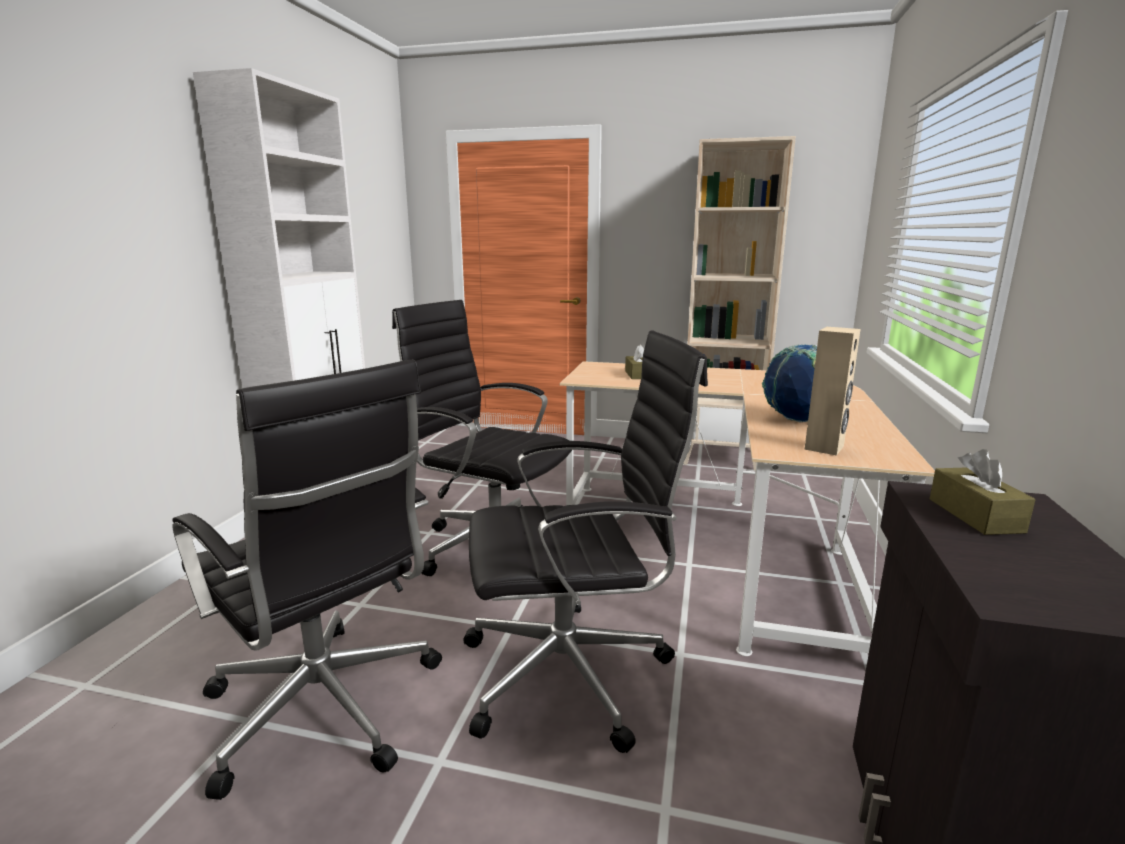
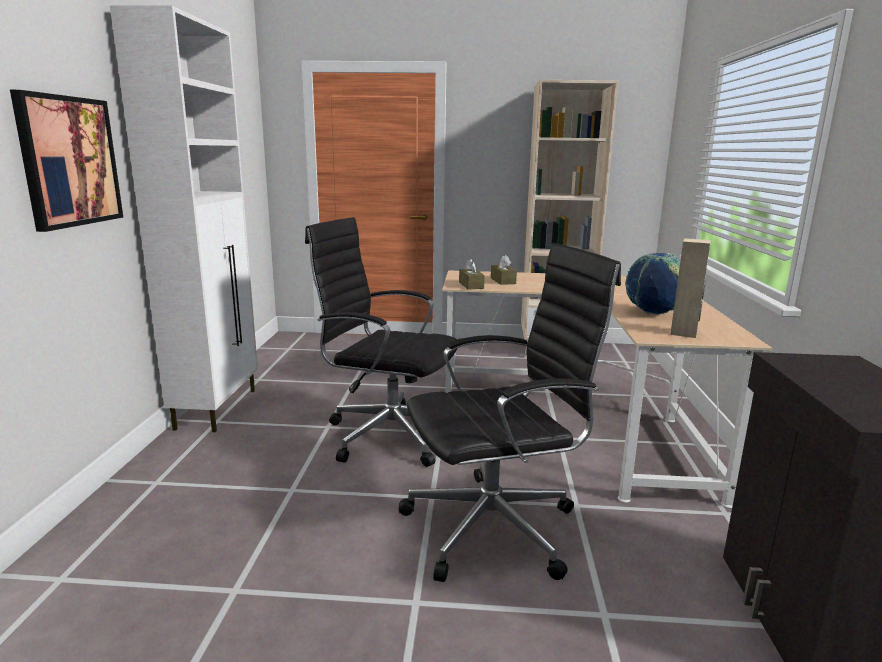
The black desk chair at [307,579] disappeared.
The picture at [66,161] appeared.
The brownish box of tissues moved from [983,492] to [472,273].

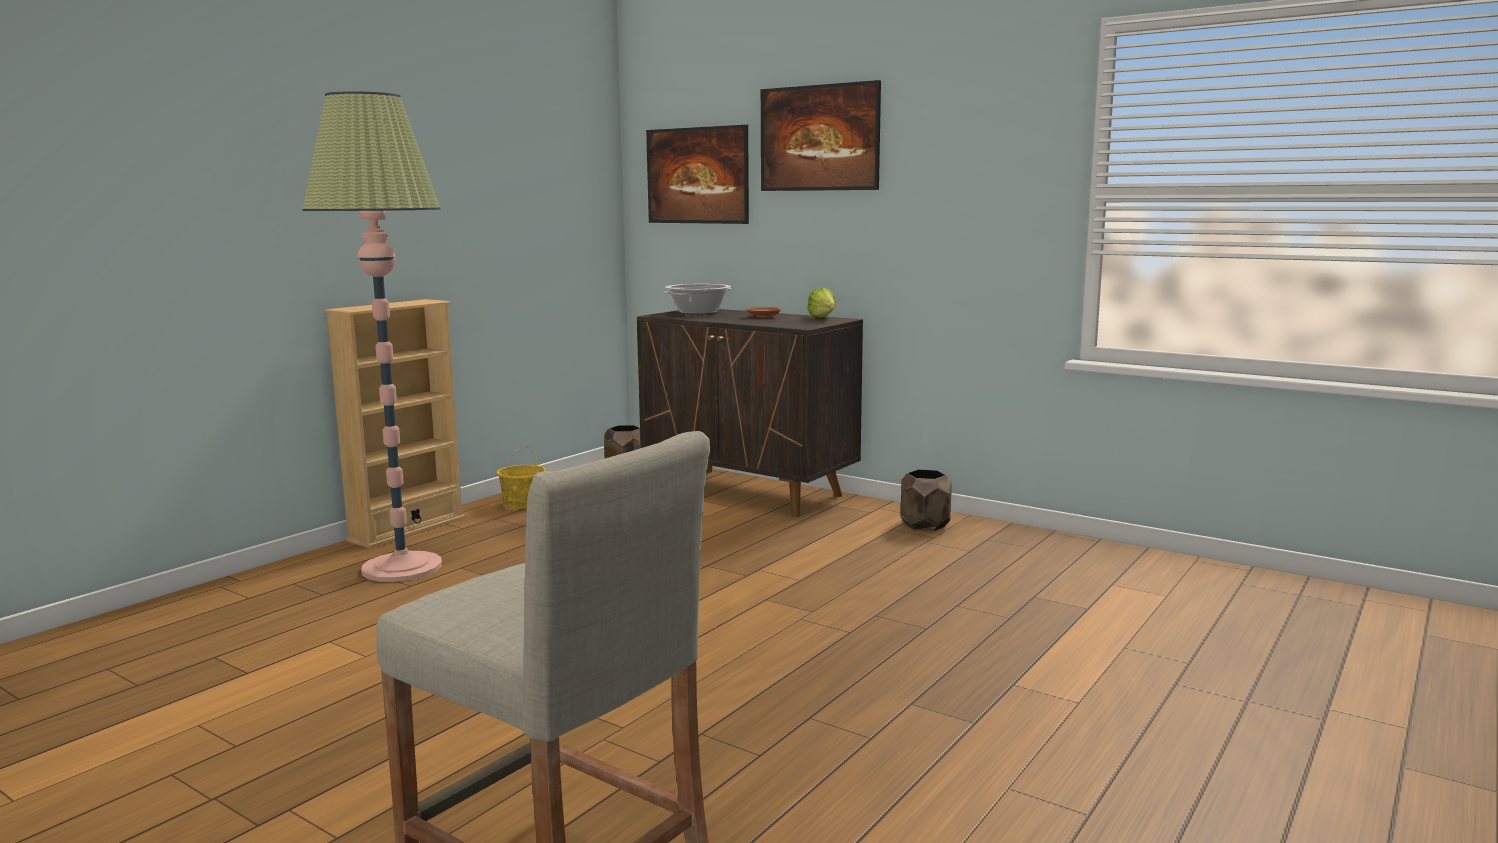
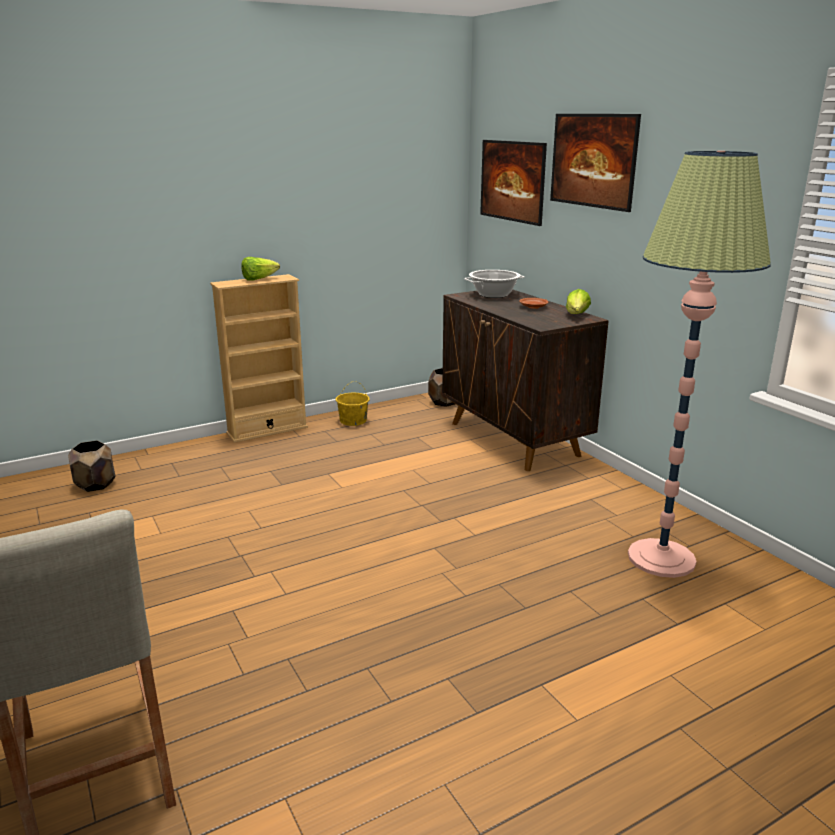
The lettuce head at [260,269] appeared.
The floor lamp moved from [372,336] to [699,364].
The brownish planter moved from [926,500] to [91,466].

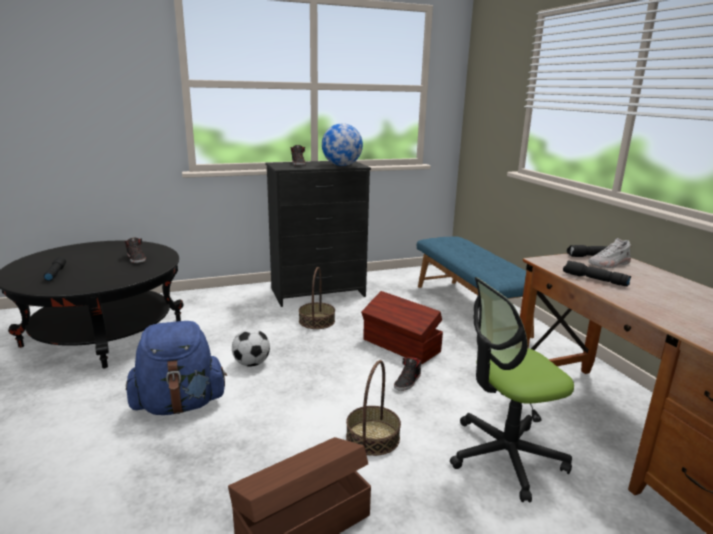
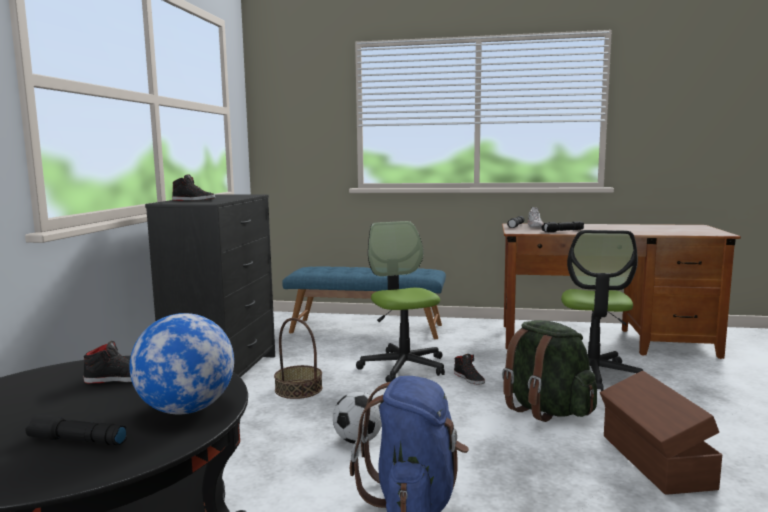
The desk globe moved from [342,144] to [181,363].
The household basket at [373,408] was replaced by the green-coloured backpack at [549,371].
The brownish storage bin at [402,327] was replaced by the desk chair at [400,301].

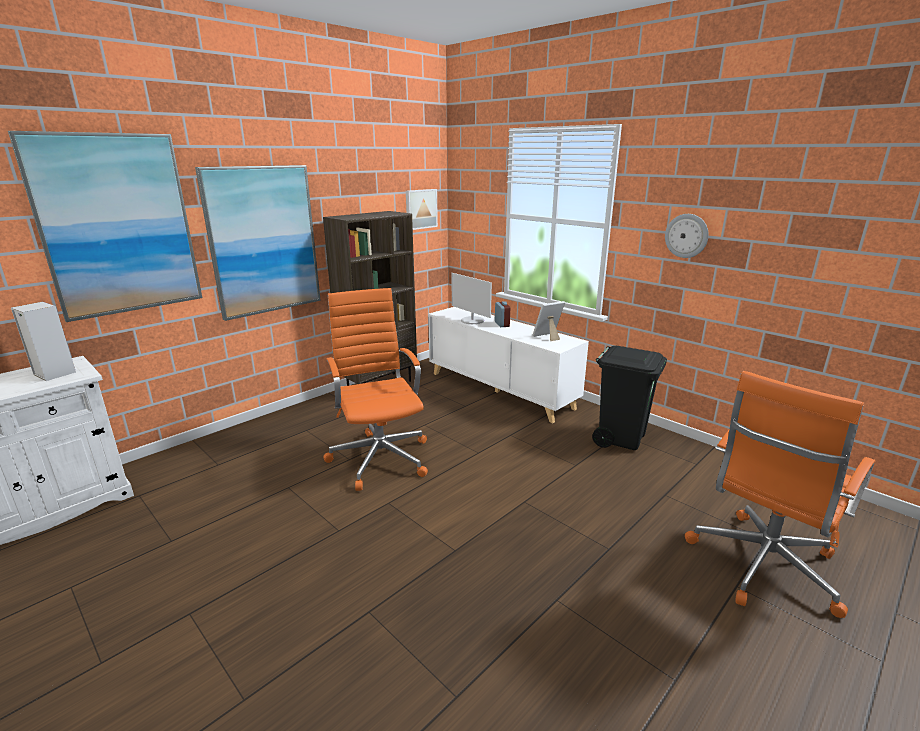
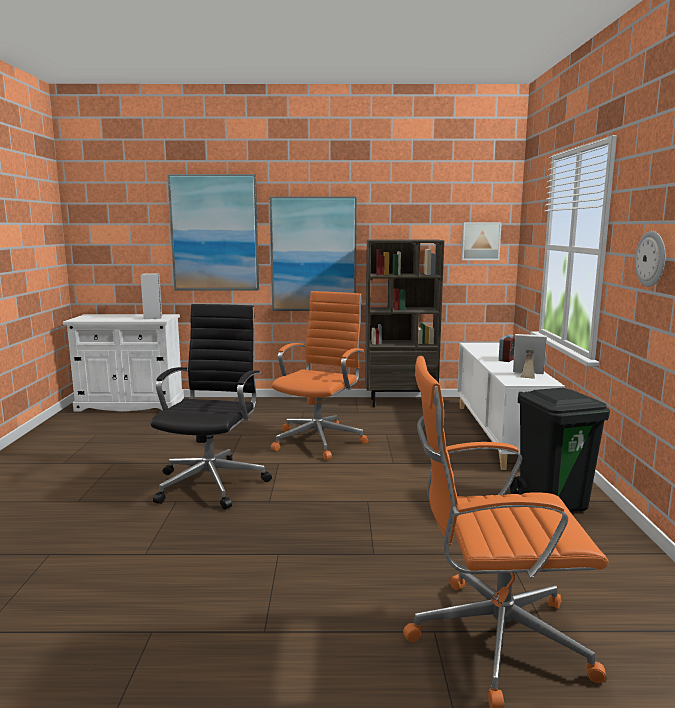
The monitor at [472,298] disappeared.
The black desk chair at [211,406] appeared.

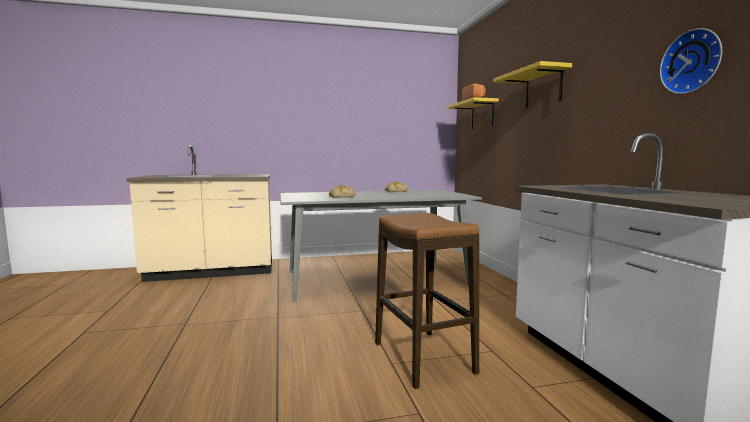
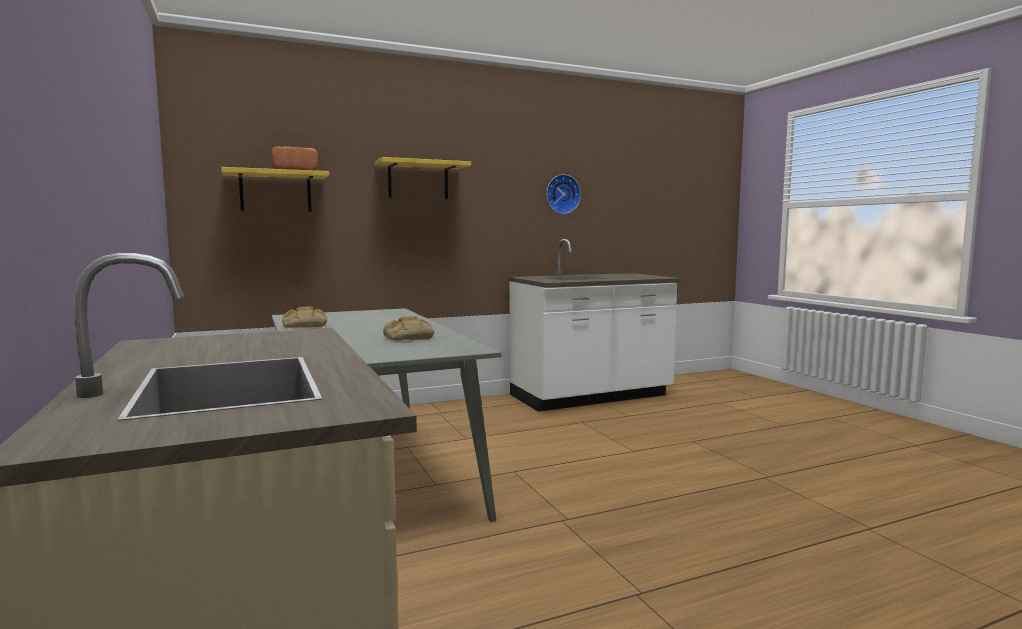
The stool at [427,301] disappeared.

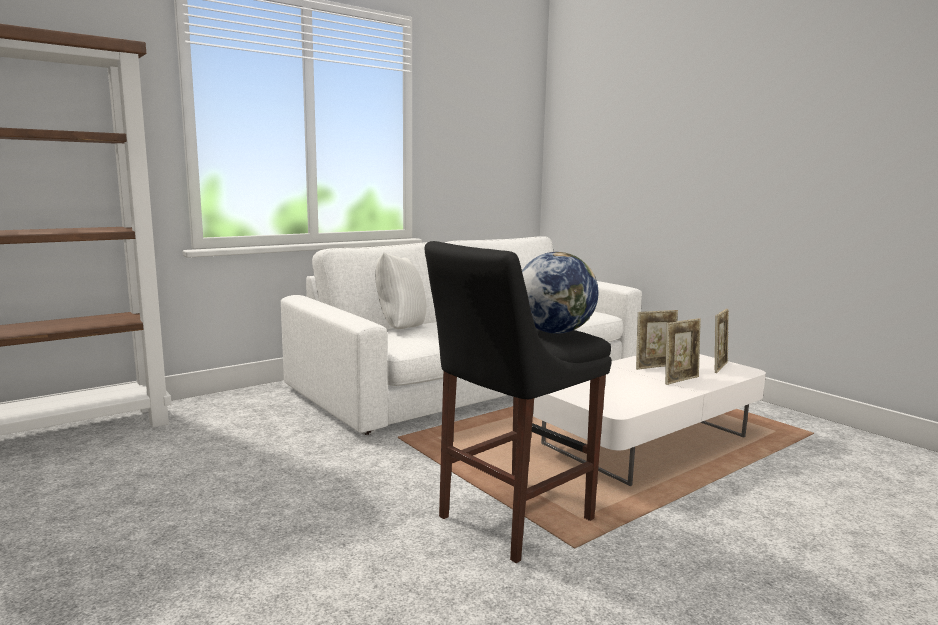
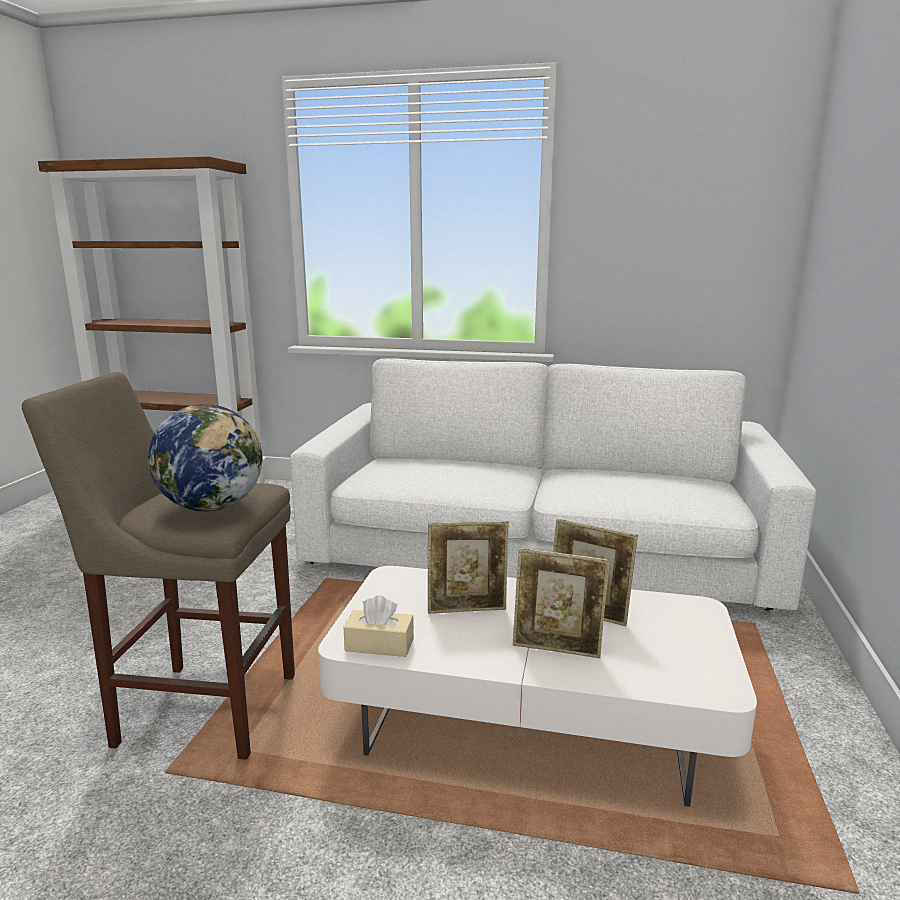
The white cushion at [401,290] disappeared.
The beige box of tissues at [378,626] appeared.
The photo frame moved from [722,341] to [468,567].
The black stool at [518,402] became the beige stool at [158,565].

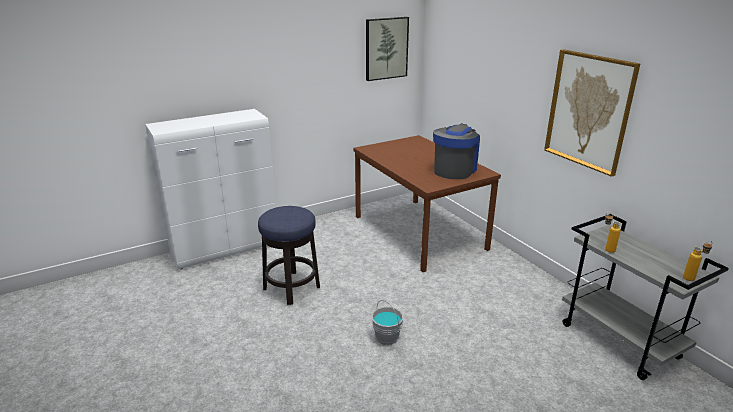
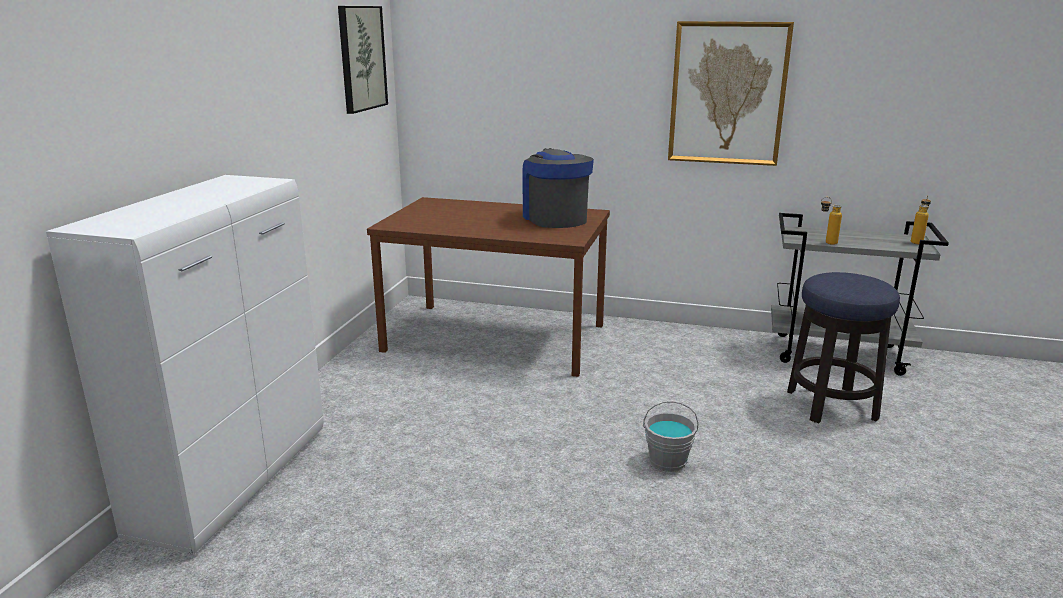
The stool moved from [289,255] to [843,347].

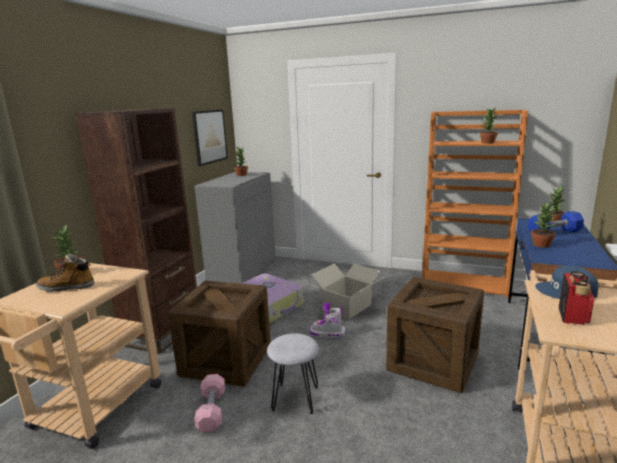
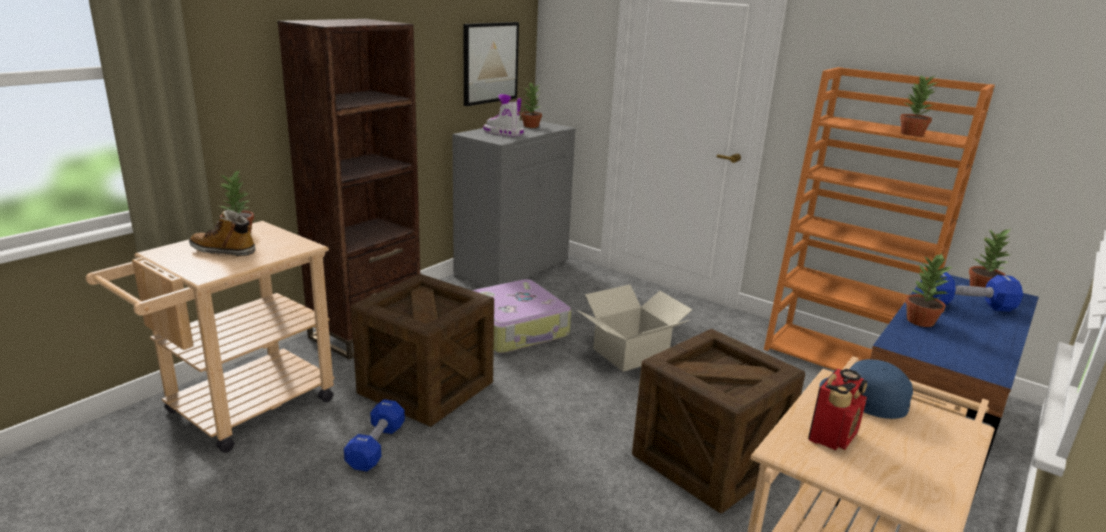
The gray stool at [293,373] disappeared.
The boot moved from [328,320] to [503,115].
The pinkish free weight at [209,403] became the blue free weight at [374,435].

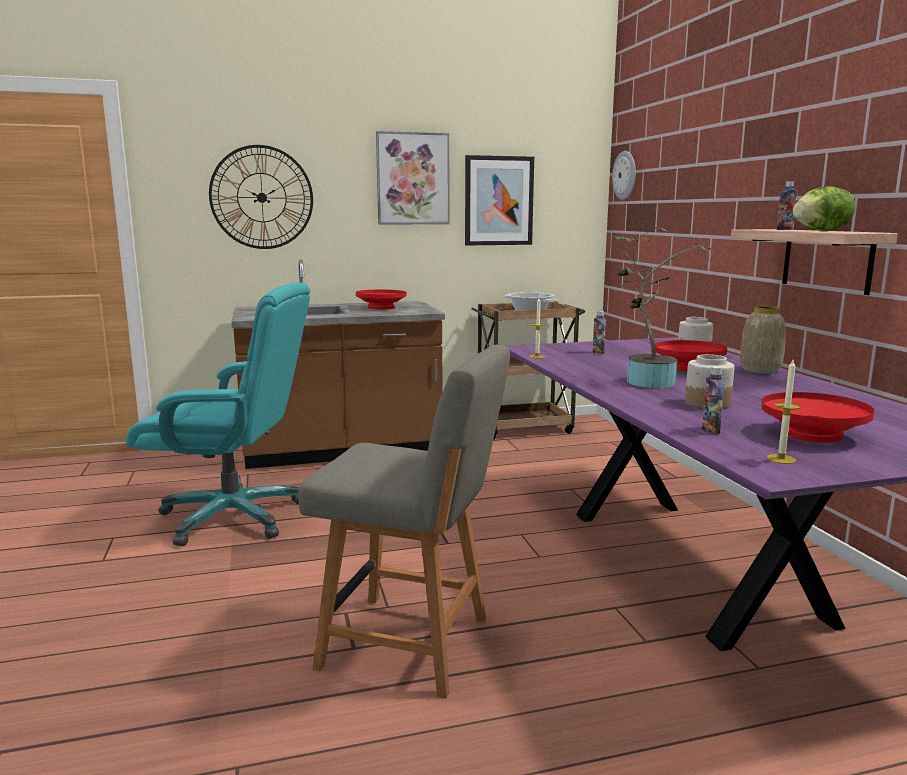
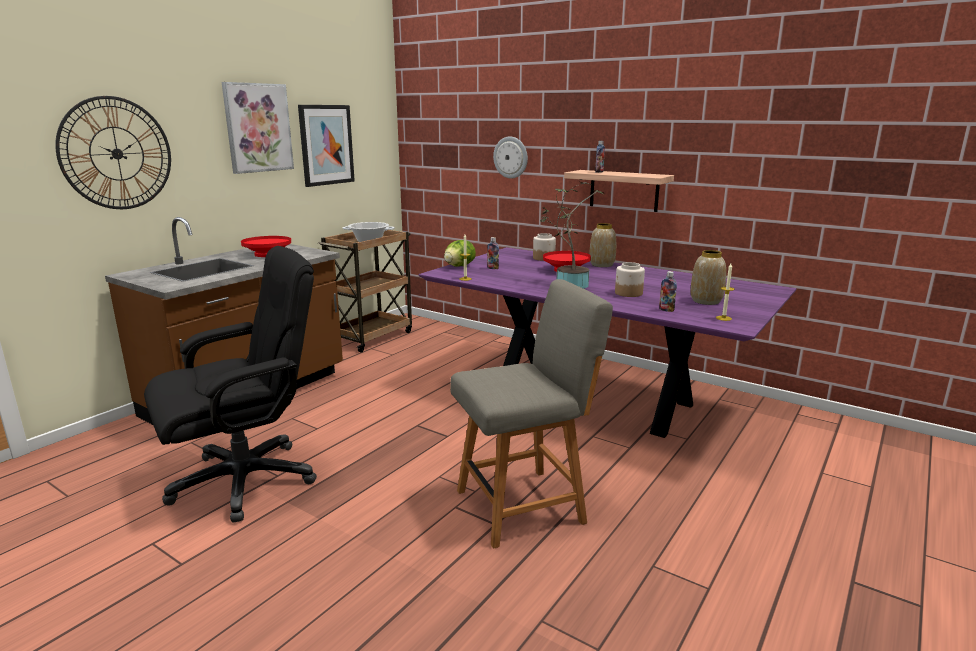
The wall clock moved from [624,175] to [510,157].
The lettuce head moved from [824,208] to [460,253].
The reddish deep dish at [818,417] was replaced by the decorative vase at [708,277].
The blue-green desk chair at [218,414] became the black desk chair at [230,384].

